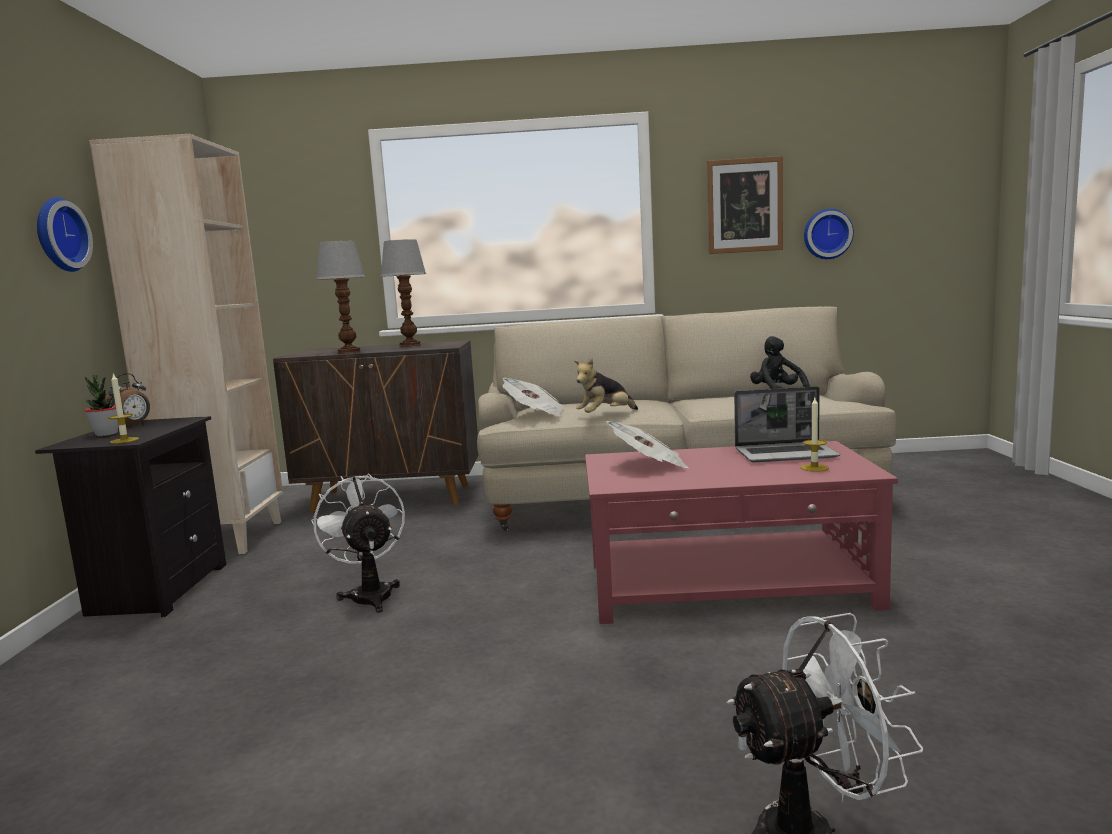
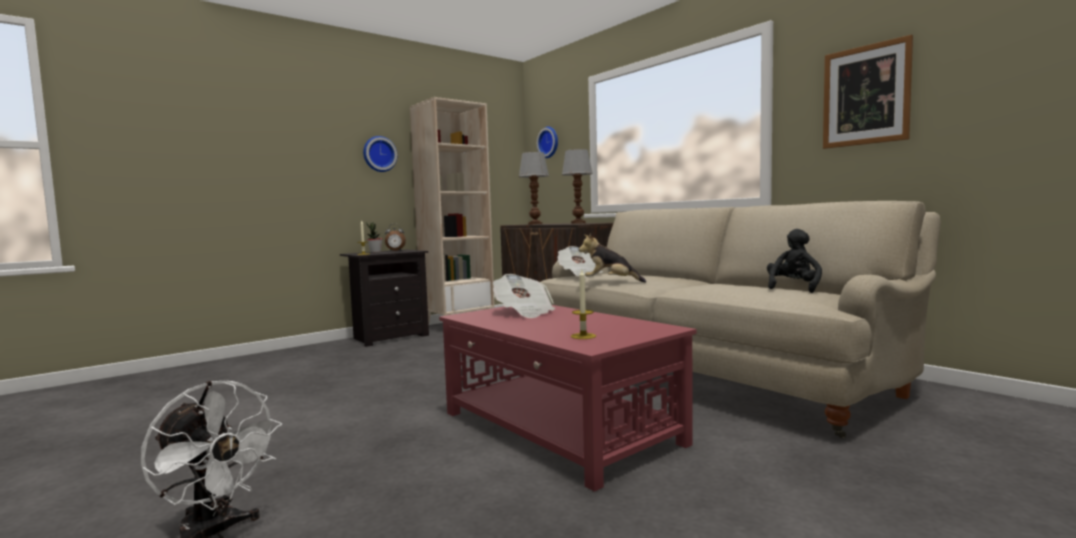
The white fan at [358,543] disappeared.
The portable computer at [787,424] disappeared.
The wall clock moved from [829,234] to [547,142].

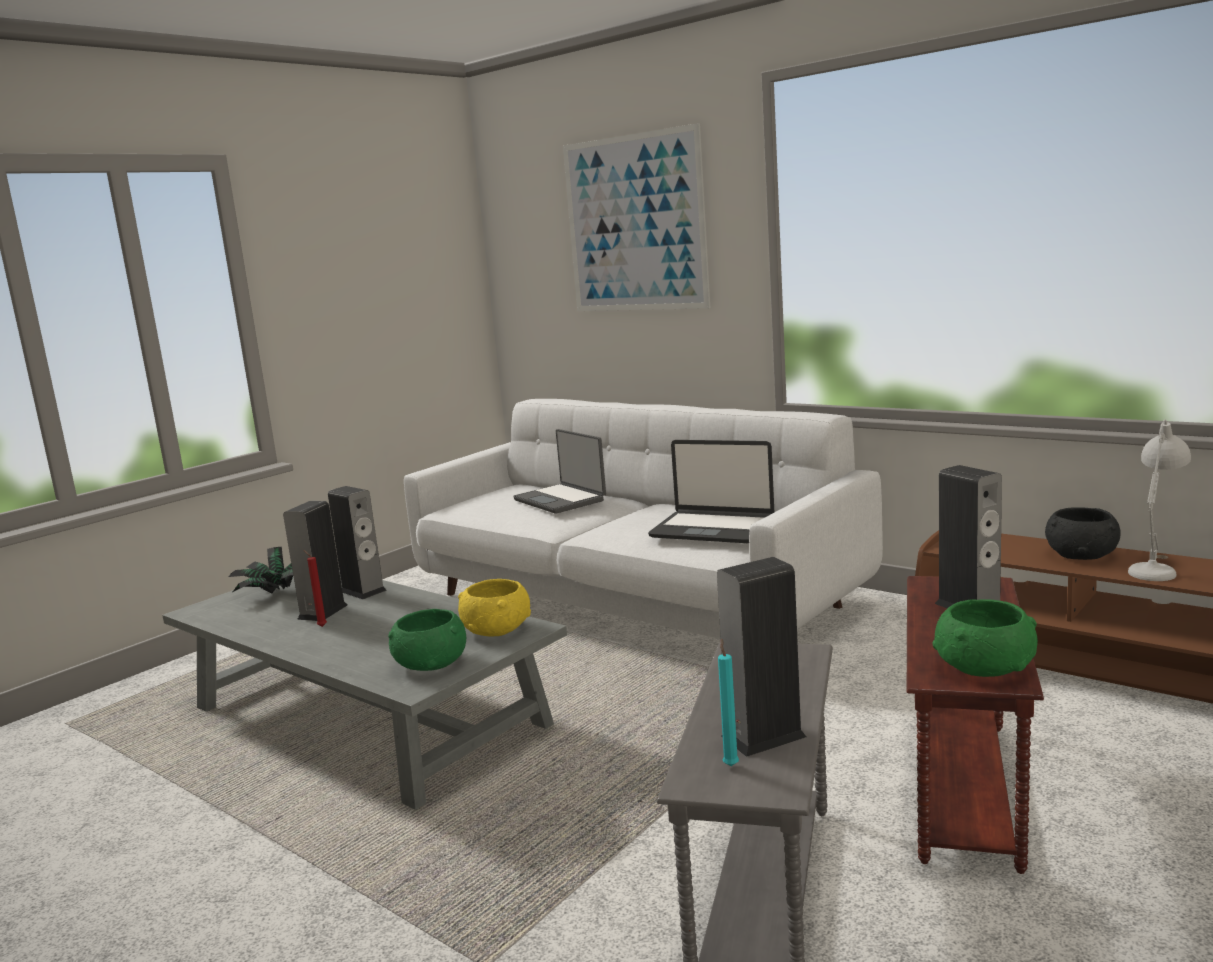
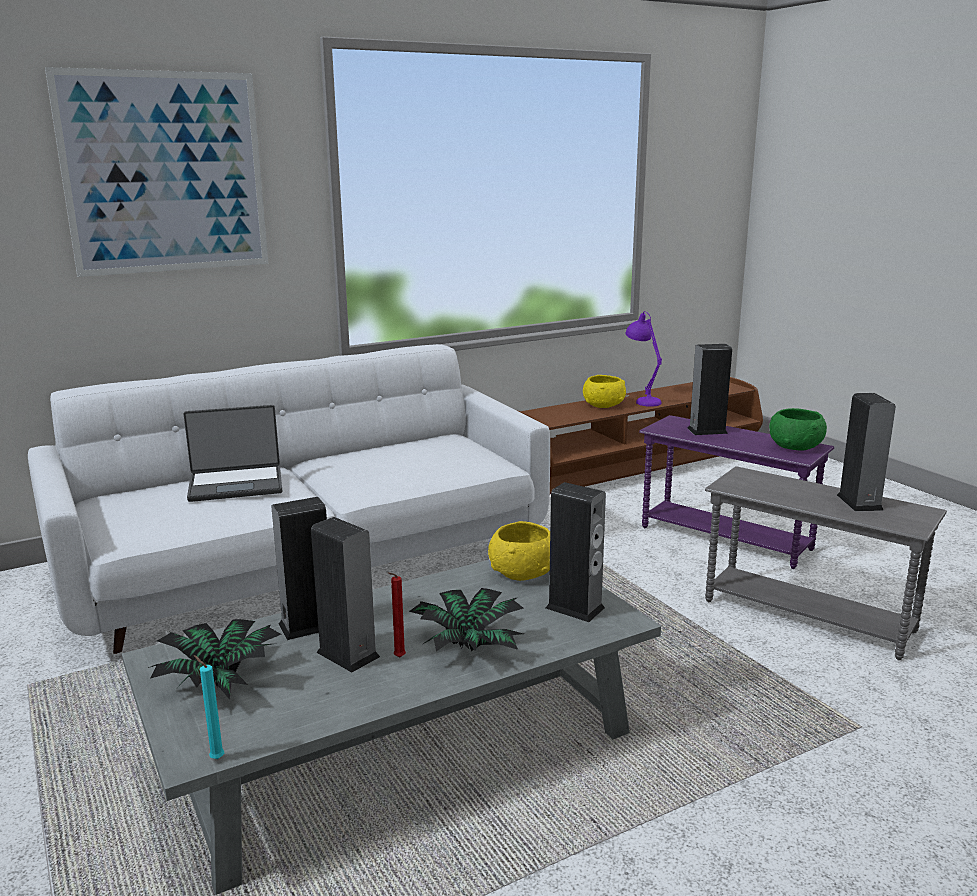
The portable computer at [711,491] disappeared.
The plant in a pot at [466,620] appeared.
The blue-green wax light moved from [728,702] to [209,707].
The green-coloured deep dish at [427,640] was replaced by the loudspeaker at [576,552].
The brownish side table at [975,725] became the purple-coloured side table at [736,492].
The black deep dish at [1082,533] became the yellow-coloured deep dish at [604,391].
The white tabletop lamp at [1159,500] became the purple-coloured tabletop lamp at [644,359].

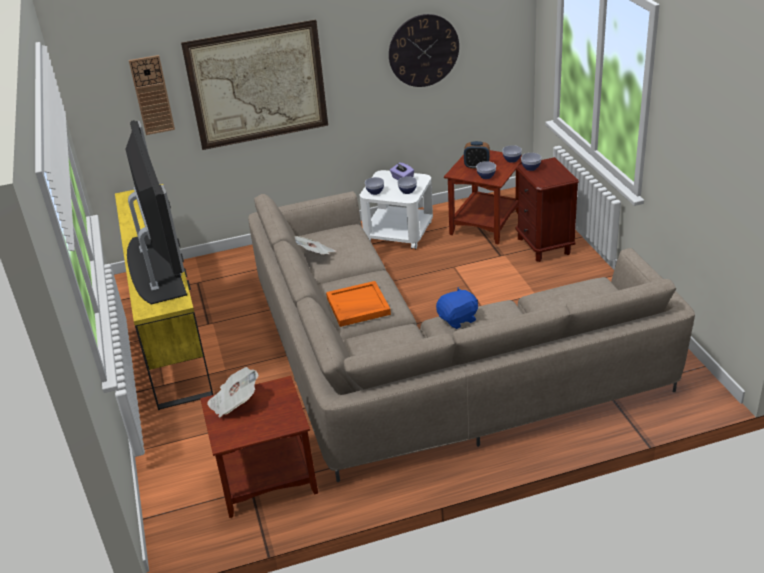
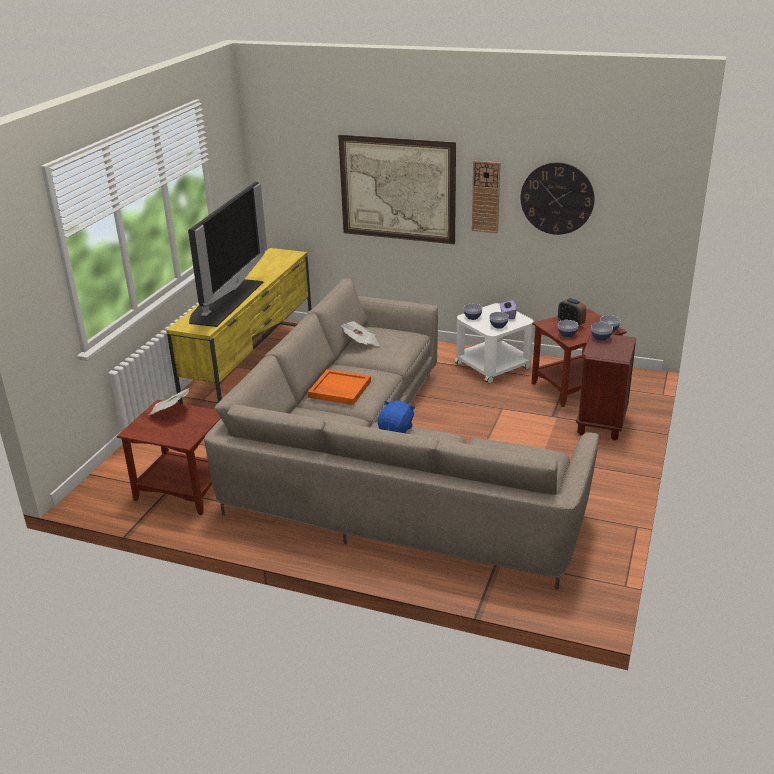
The wall clock moved from [152,95] to [486,196].
The blue plush toy at [457,308] turned 75 degrees counterclockwise.

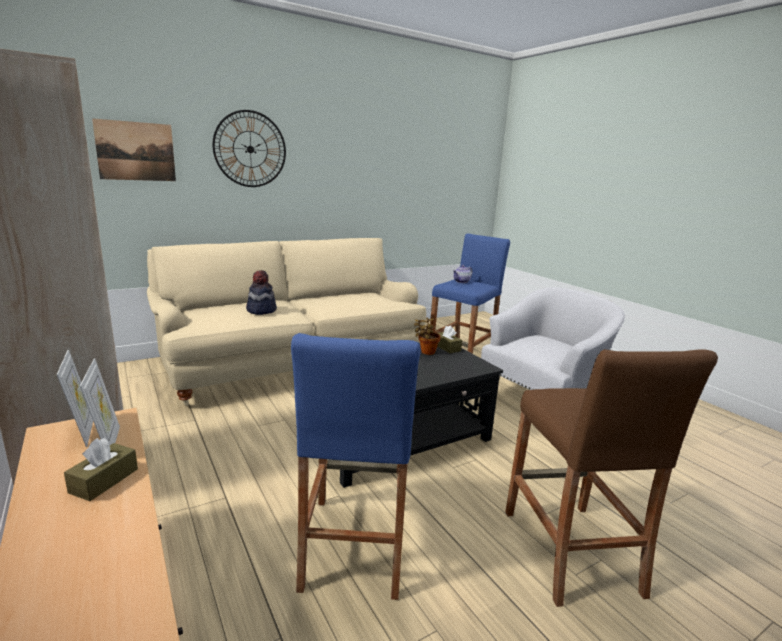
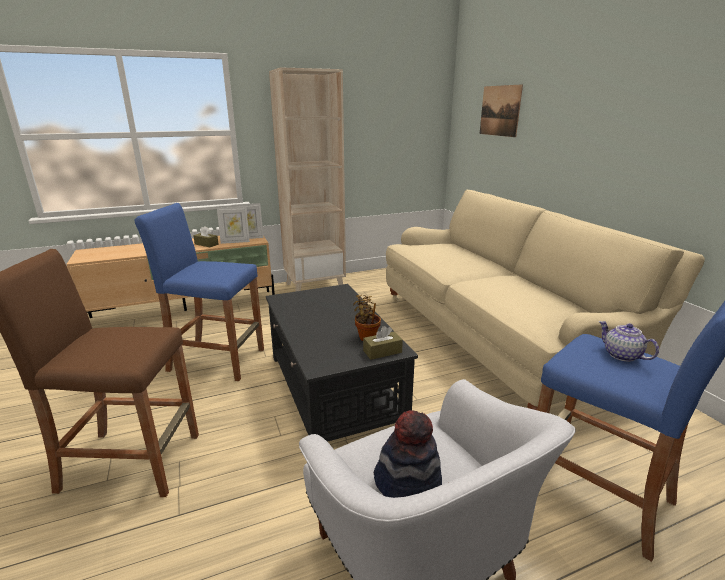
The wall clock at [249,148] disappeared.
The hat moved from [261,292] to [408,454].

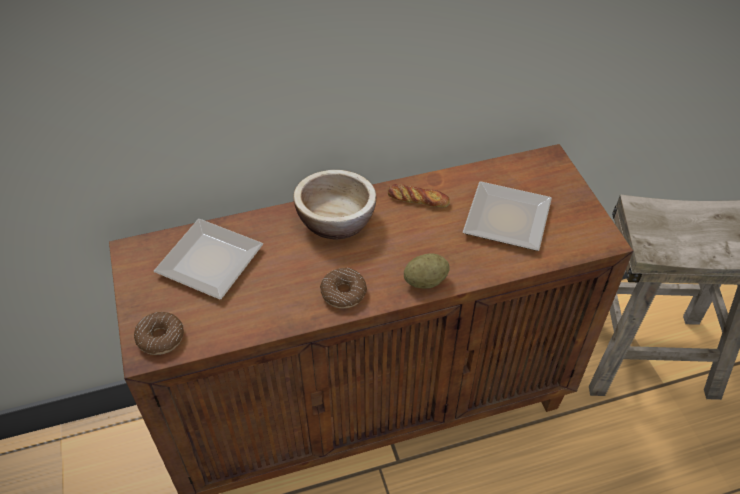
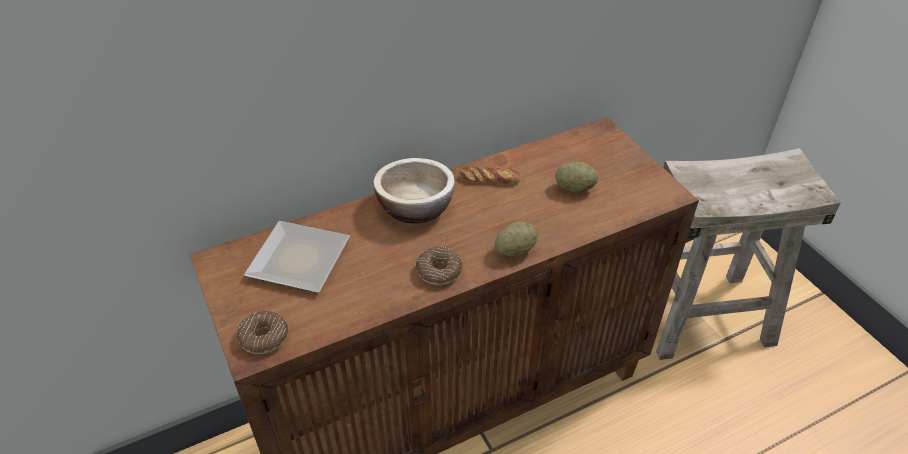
The dinner plate at [507,216] was replaced by the potato at [576,177].

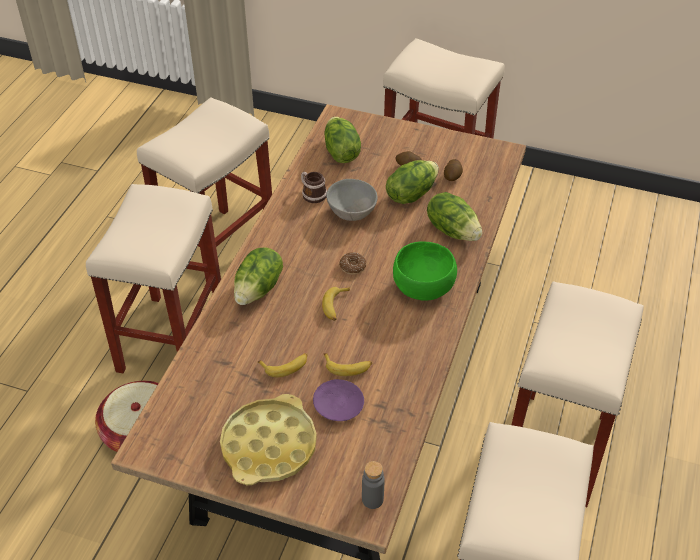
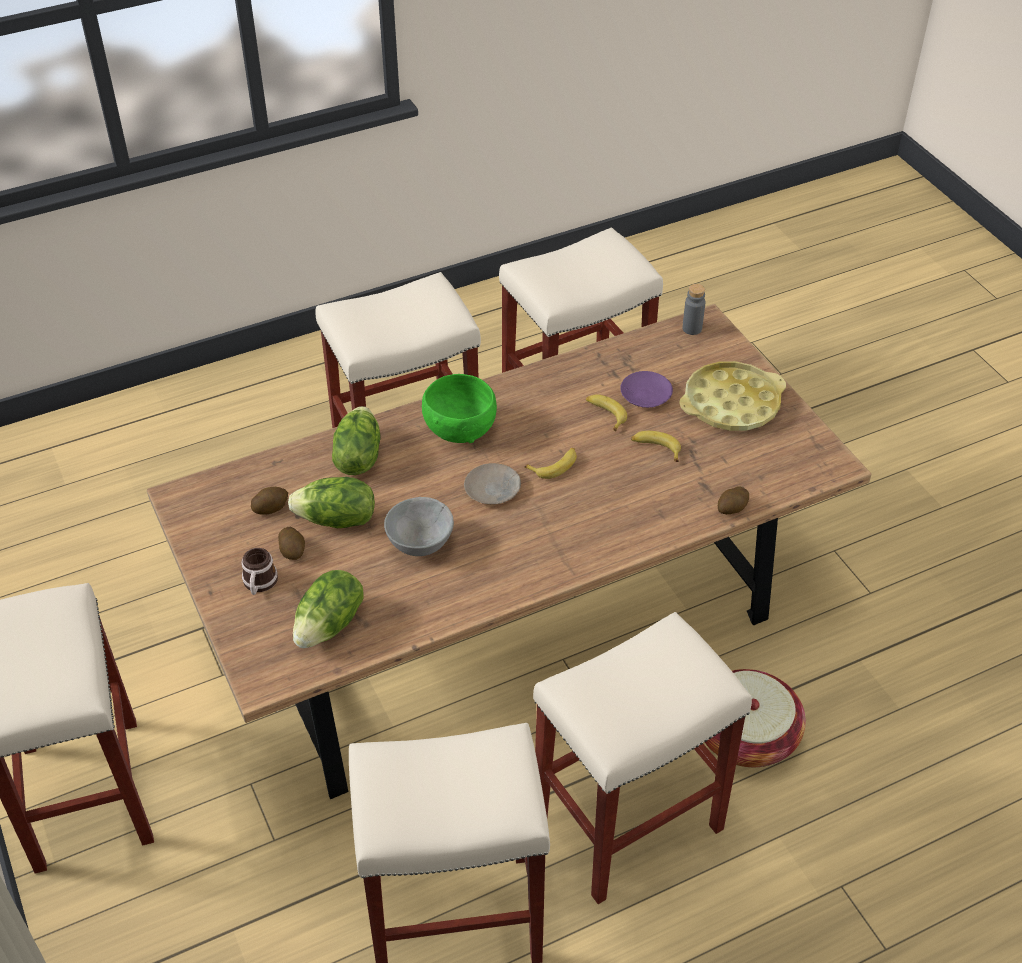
The lettuce head at [258,276] disappeared.
The potato at [733,500] appeared.
The mug moved from [314,187] to [259,571].
The ring doughnut at [352,263] was replaced by the beige dinner plate at [492,483].

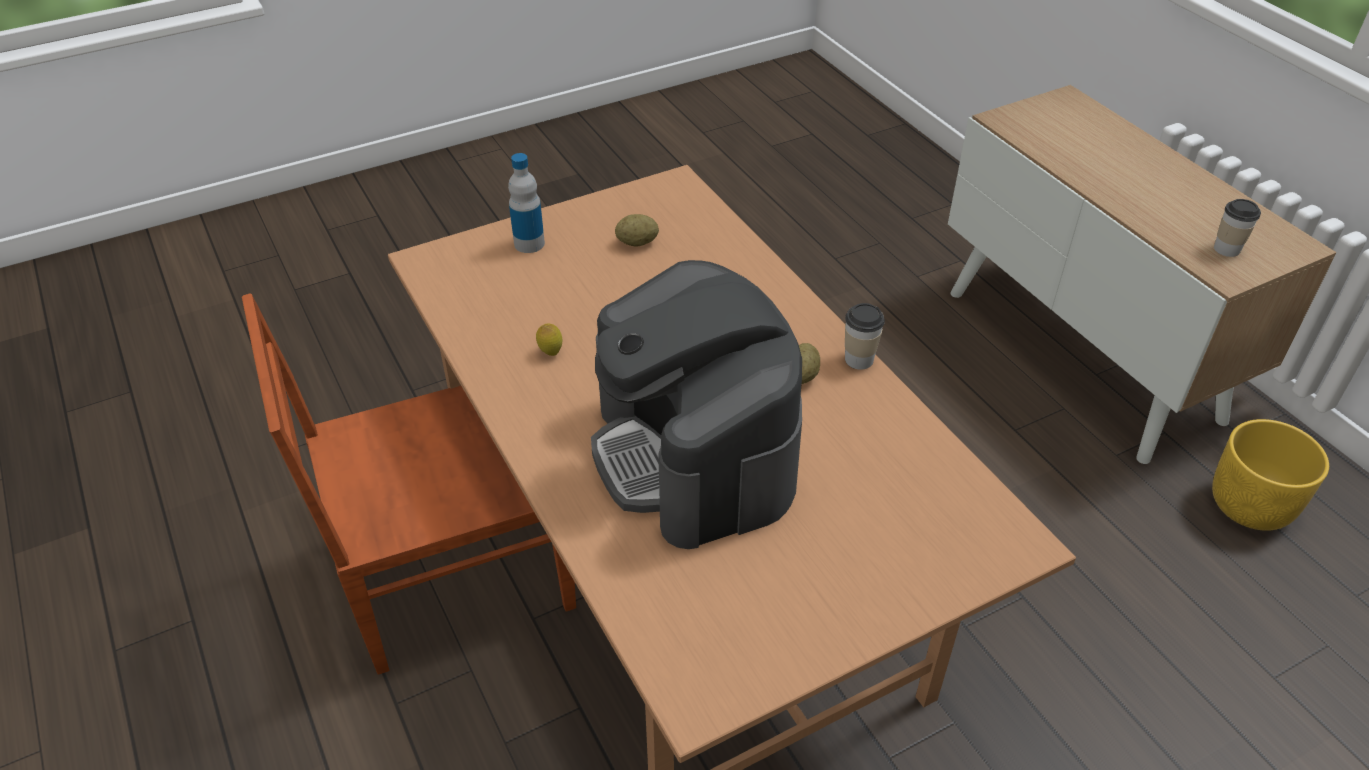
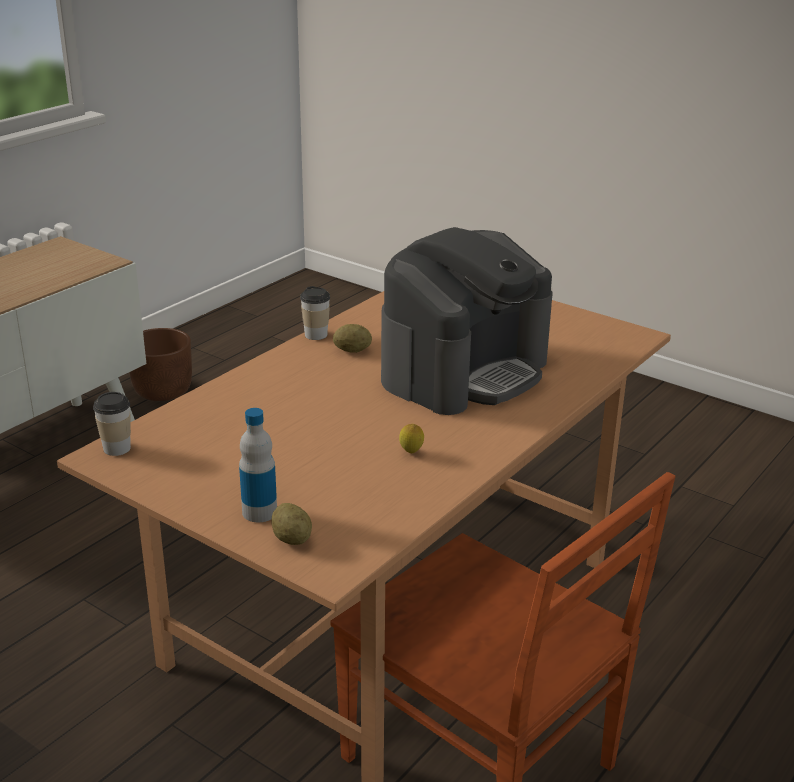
The potato moved from [637,230] to [292,524].
The cup moved from [1237,228] to [112,424].
The yellow-coloured planter at [1270,475] became the brownish planter at [160,364].

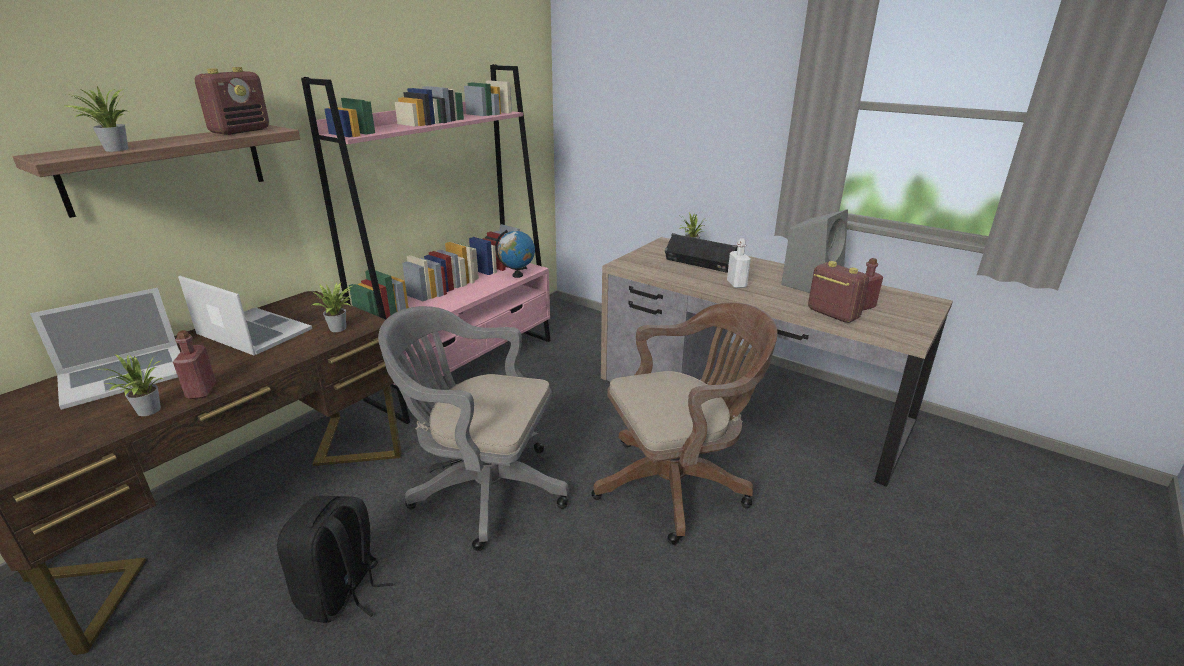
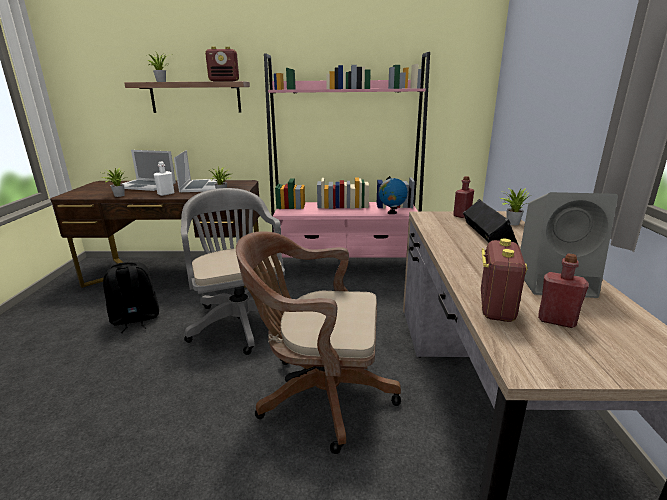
The reddish bottle moved from [194,364] to [463,197].
The white bottle moved from [739,263] to [164,179].
The brownish desk chair at [684,423] turned 150 degrees clockwise.

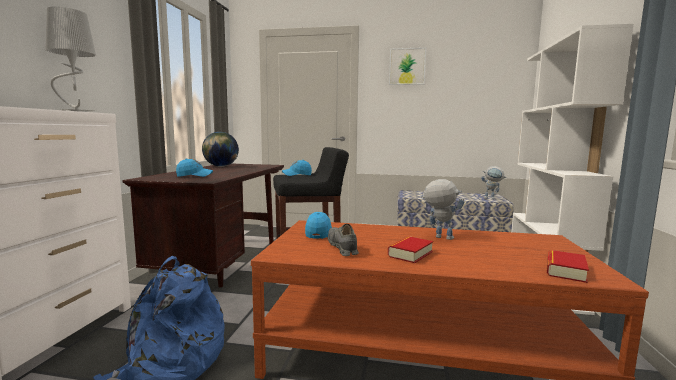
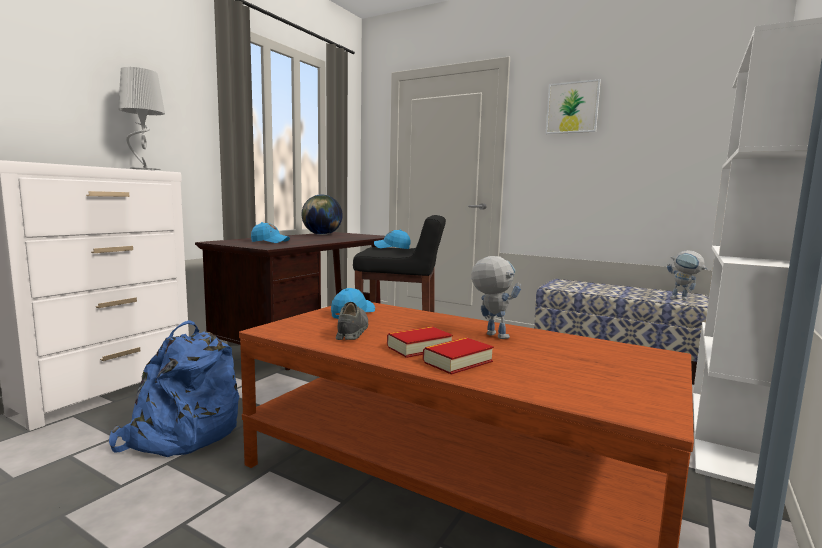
The volume moved from [568,266] to [458,356].

